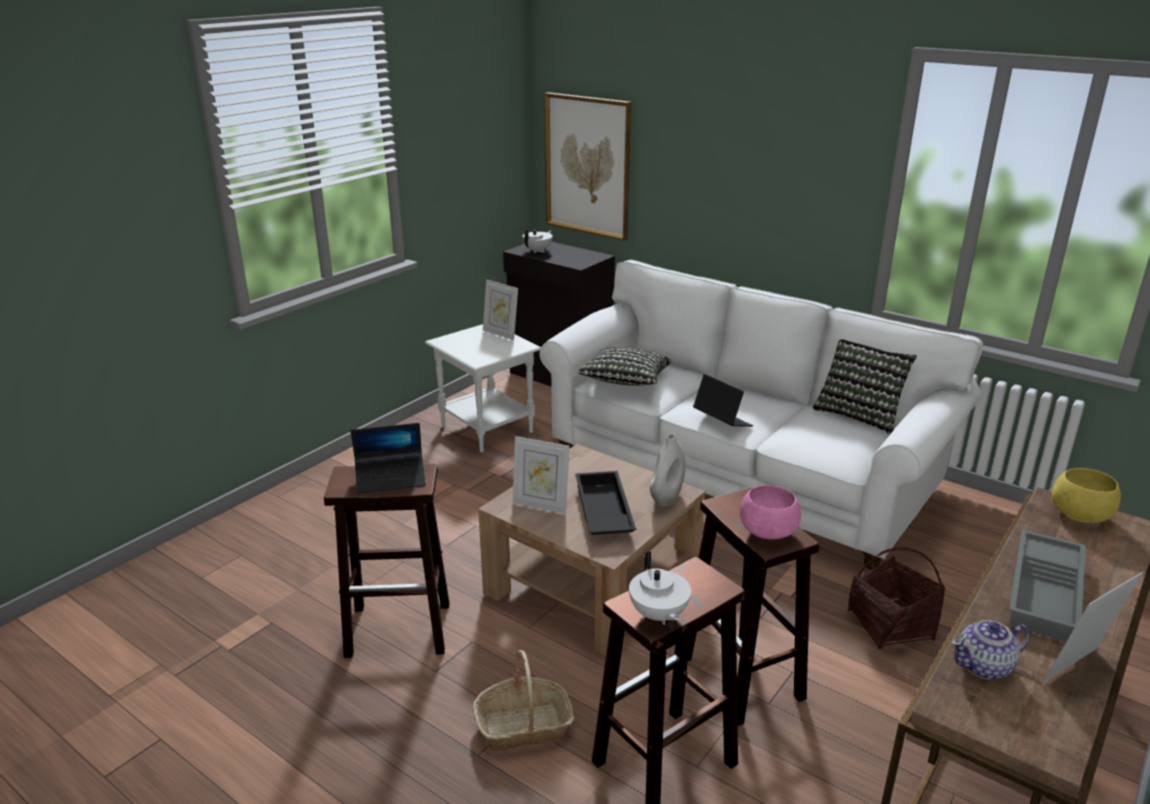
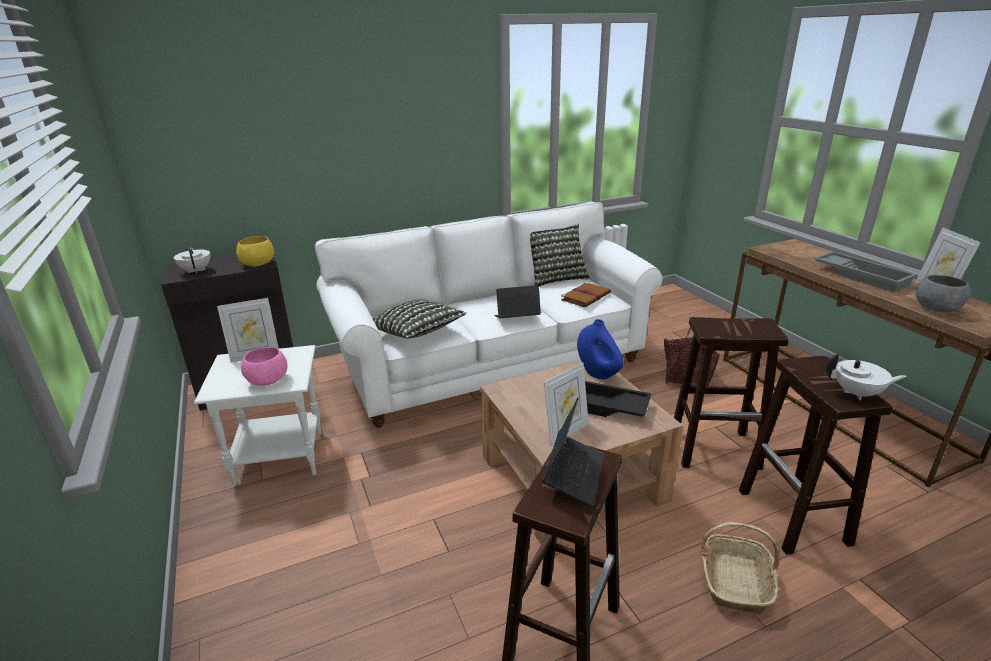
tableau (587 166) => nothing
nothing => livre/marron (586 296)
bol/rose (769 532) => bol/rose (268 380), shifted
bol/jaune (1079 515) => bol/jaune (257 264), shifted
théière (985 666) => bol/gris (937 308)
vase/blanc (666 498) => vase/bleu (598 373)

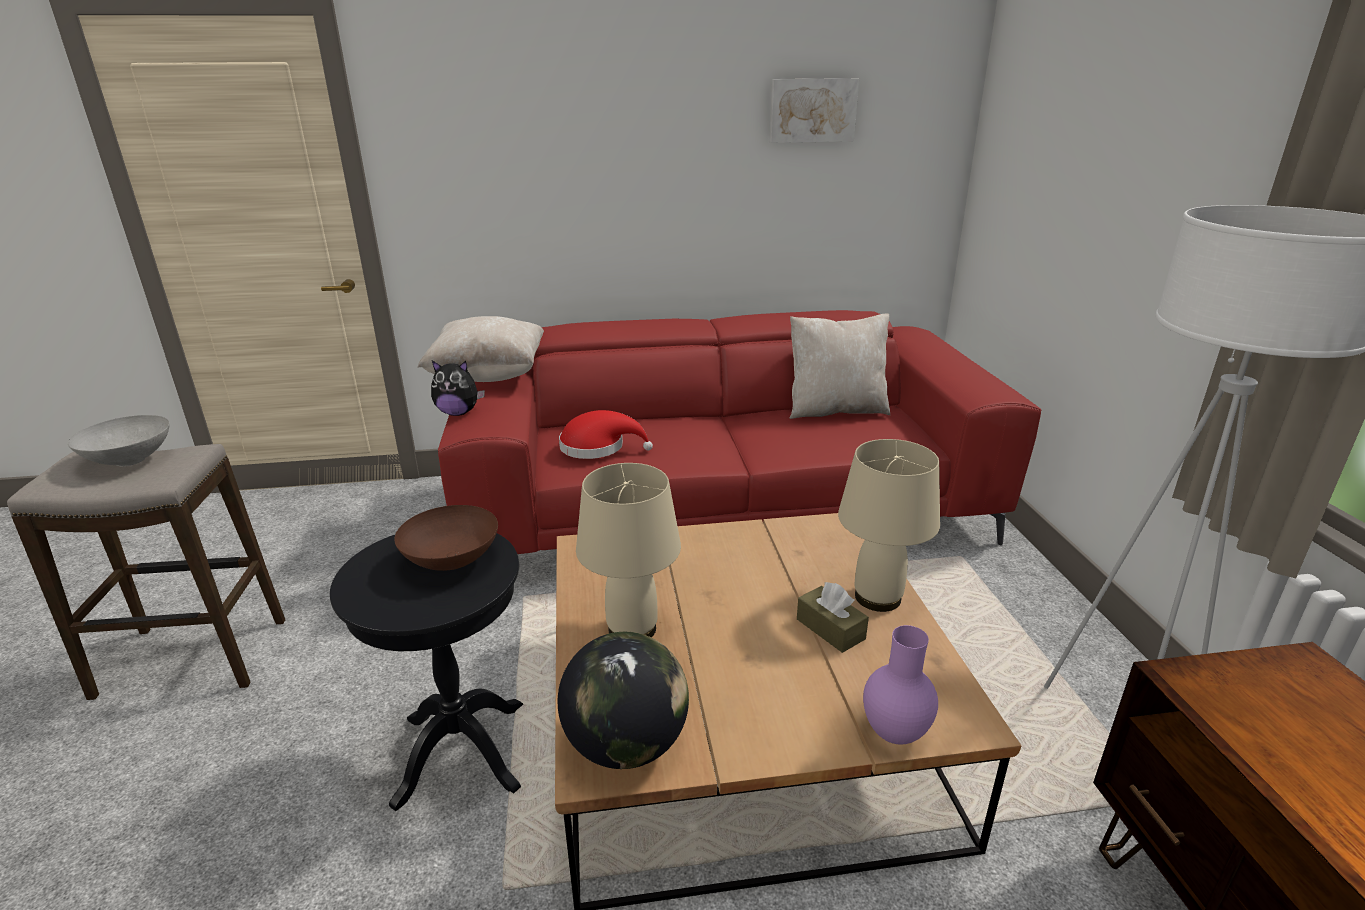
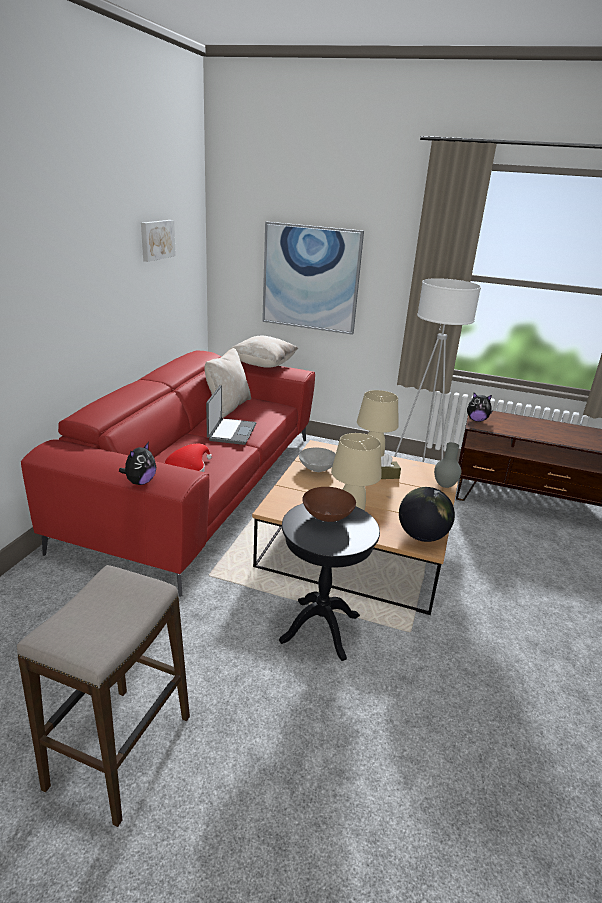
nothing => ordinateur portable (231 432)
nothing => tableau (310 278)
nothing => peluche (476 420)
bol/gris (129 461) => bol/gris (318 469), shifted
coussin/beige (489 376) => coussin/beige (263 365), shifted
vase/violet (893 734) => vase/gris (444 486)

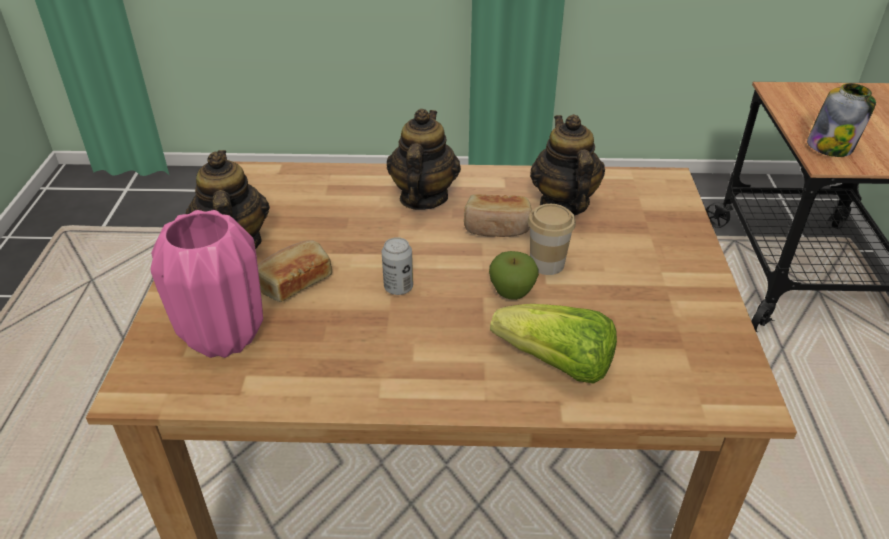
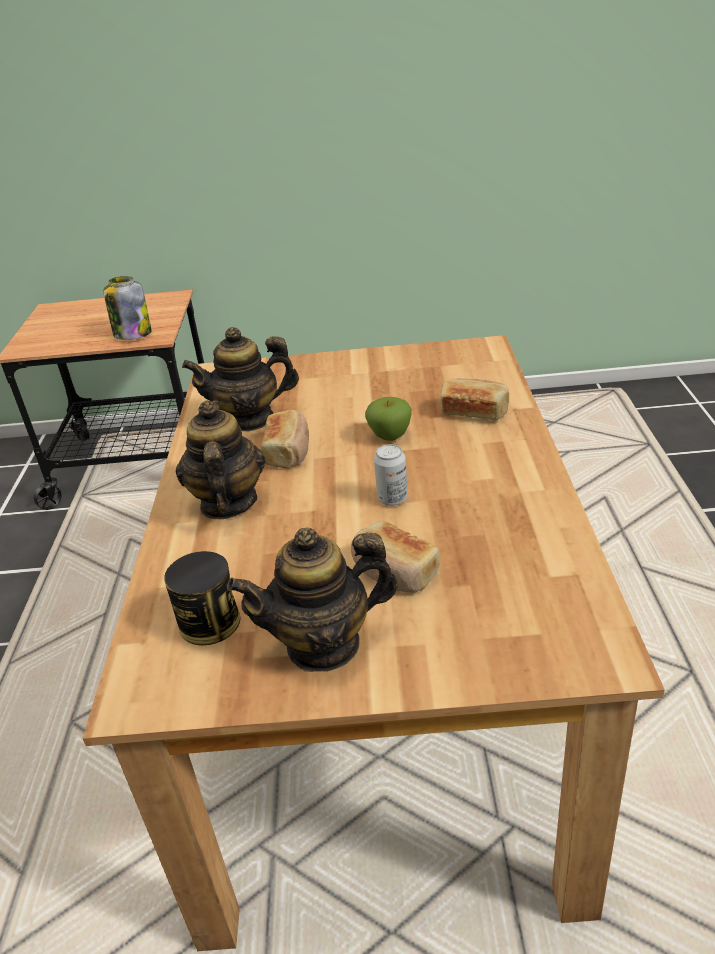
vase/rose (225 338) => nothing
tasse (547 264) => nothing
nothing => boîte métallique (209 622)
laitue (556 364) => pain (474 411)
théière (423 198) => théière (227 503), 75 degrees clockwise

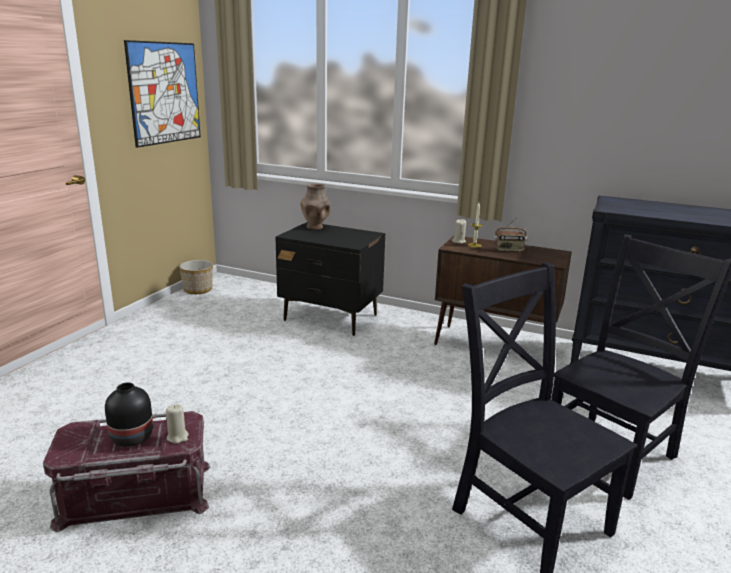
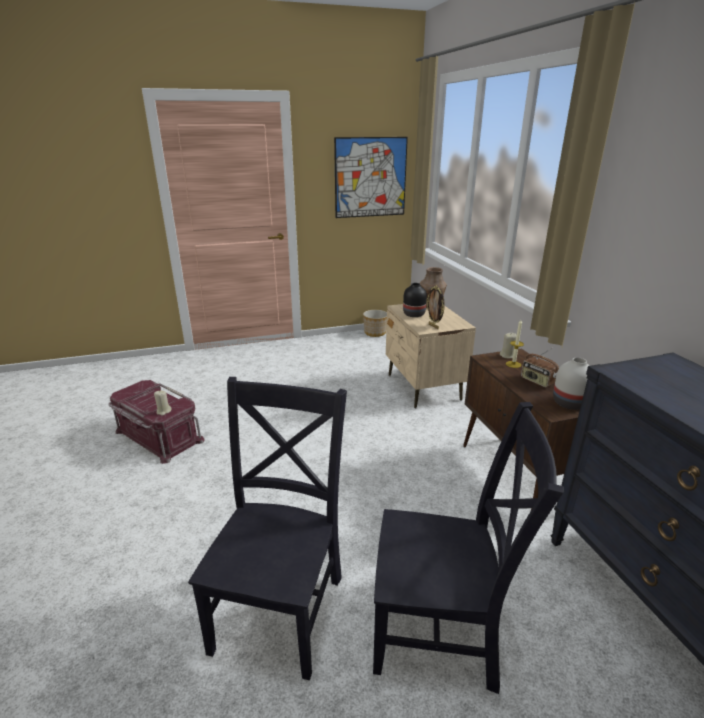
nothing => cadre photo (434 326)
nothing => vase/blanc (569 402)
vase/noir (132 437) => vase/noir (414 314), shifted
table de chevet/noir (331 318) => table de chevet/beige (423 387)

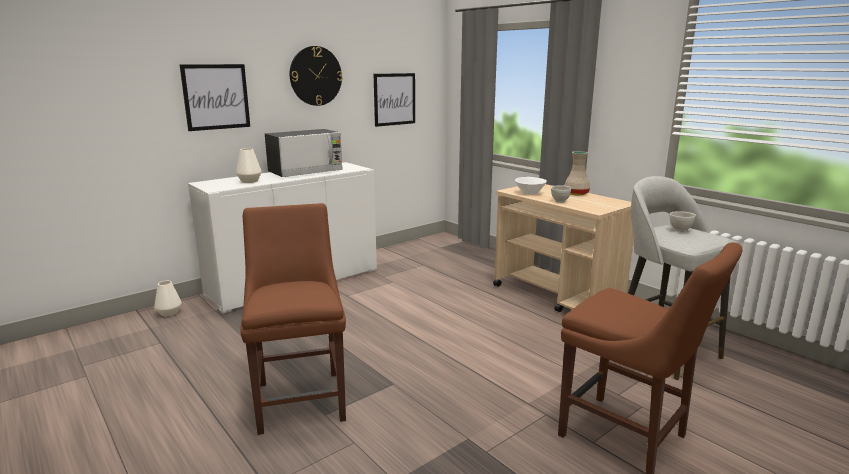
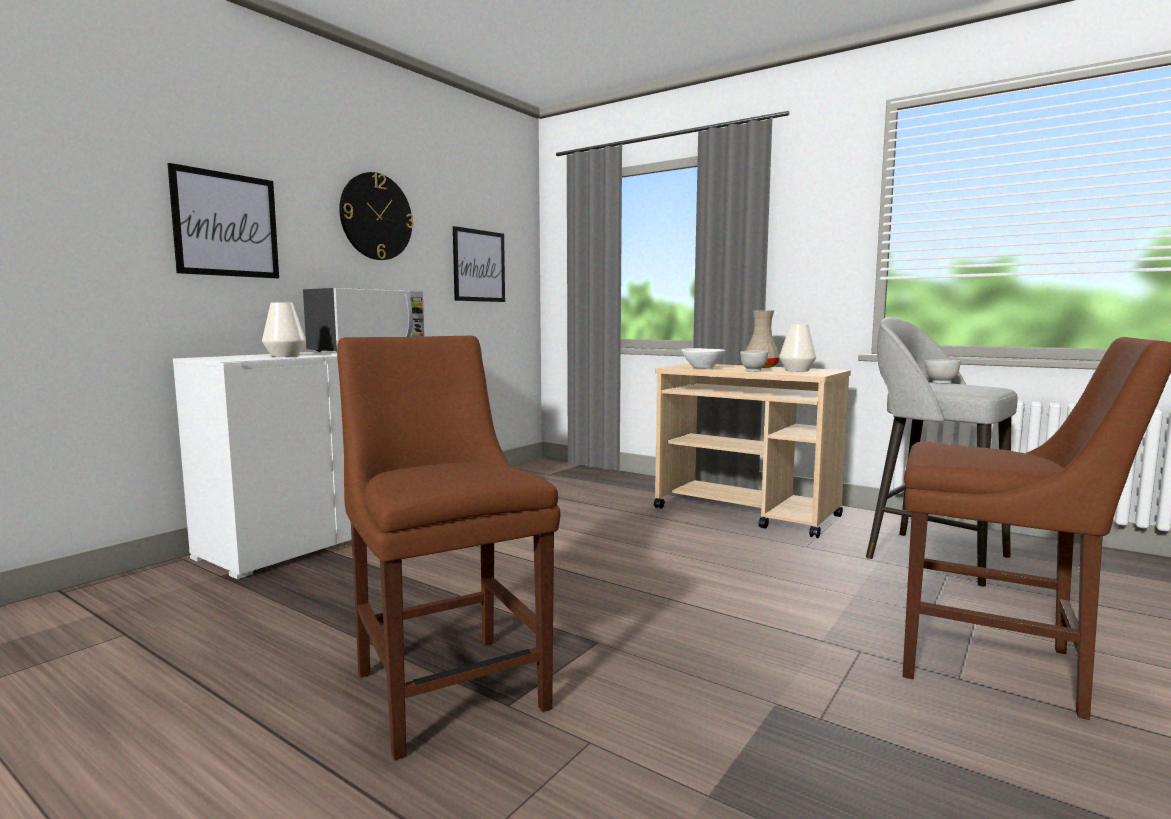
vase/blanc (169 313) => vase/blanc (797 370), shifted

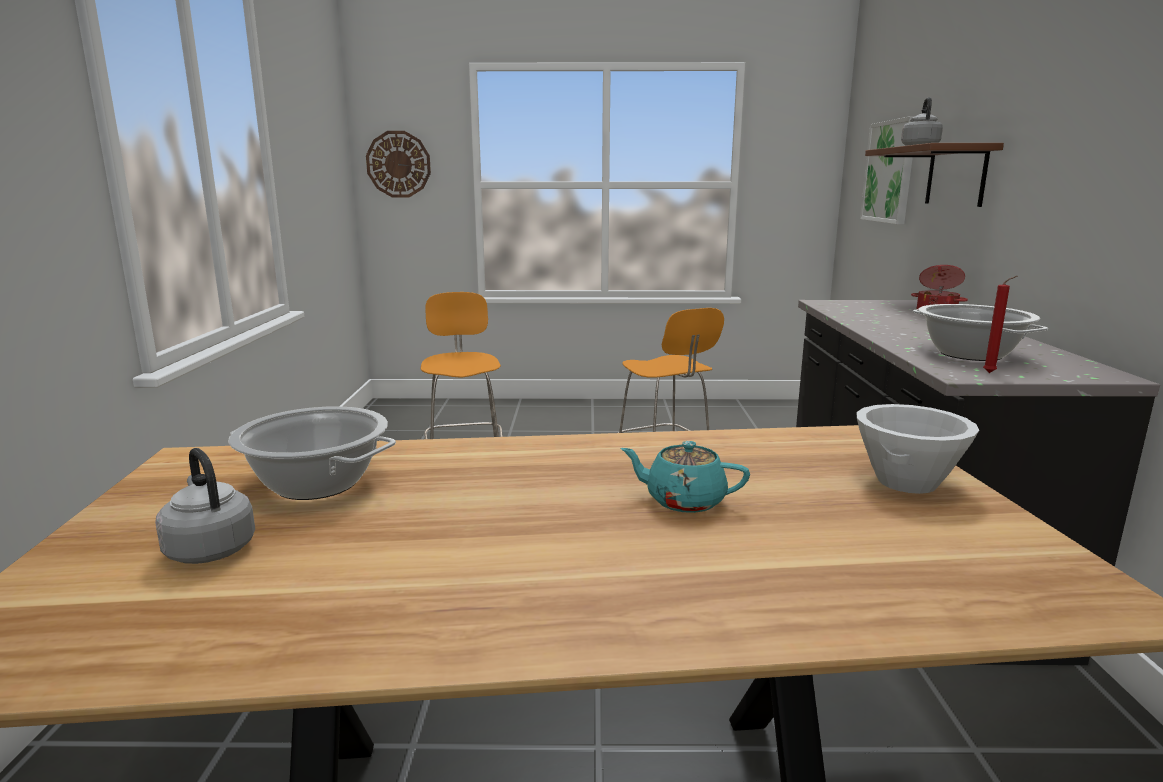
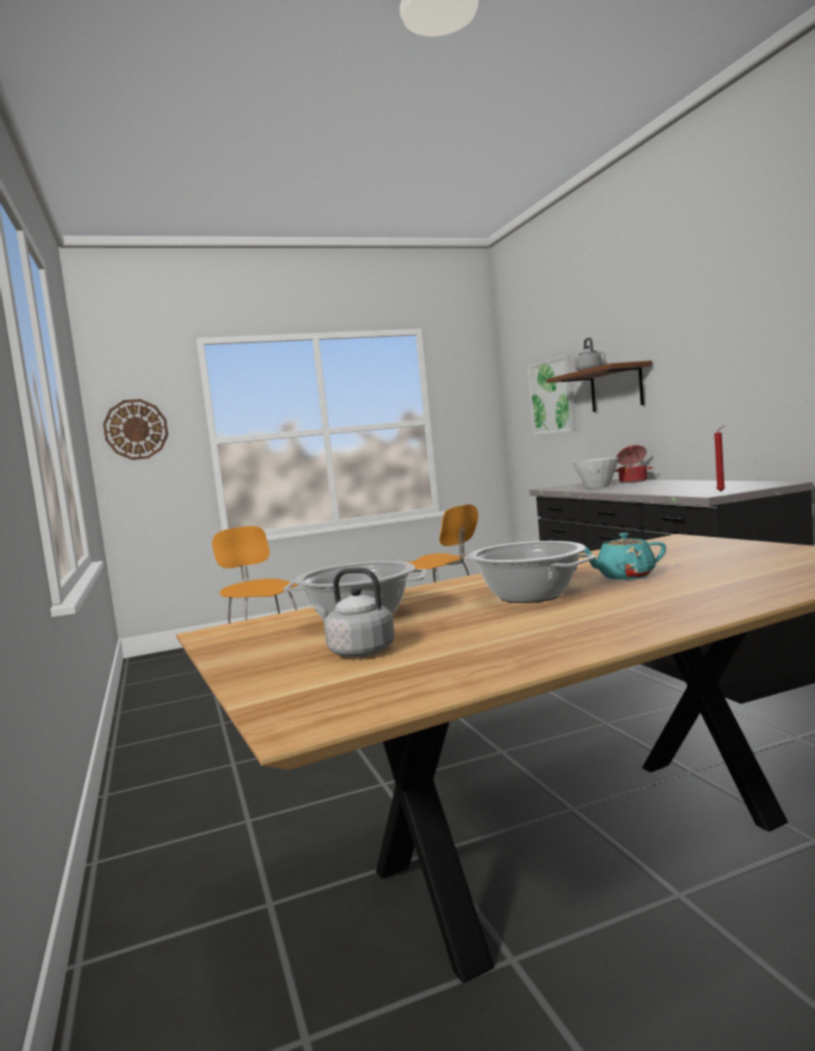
bol/blanc (905 482) => bol/blanc (597 486), shifted
marmite (971 354) => marmite (530 595), shifted

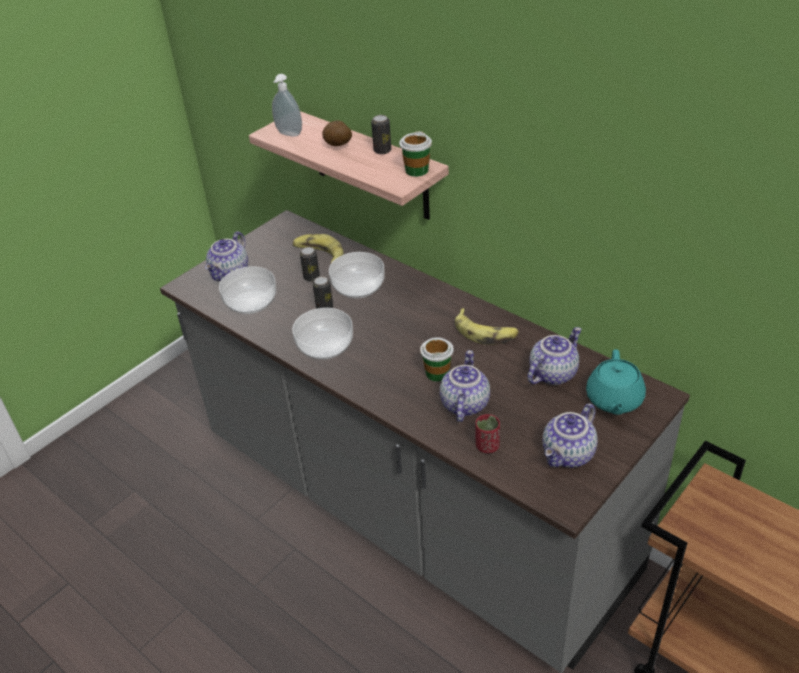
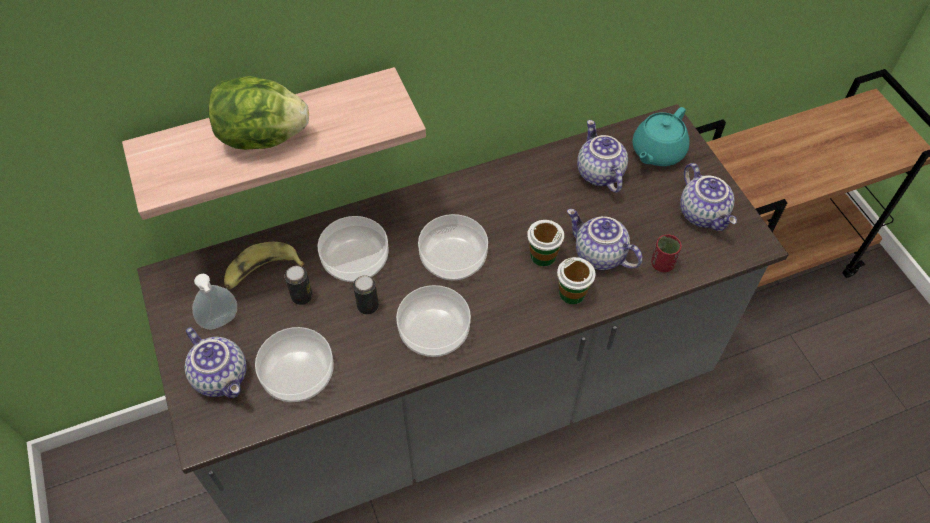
boîte métallique (382 150) => nothing
banane (485 333) => nothing
nothing => bol (454 258)
distributeur de savon (288 134) => distributeur de savon (221 323), shifted
tasse (416 170) => tasse (572 293), shifted
pomme de terre (338 146) => laitue (262 137)
théière/turquoise (614 400) => théière/turquoise (657 152), 90 degrees clockwise

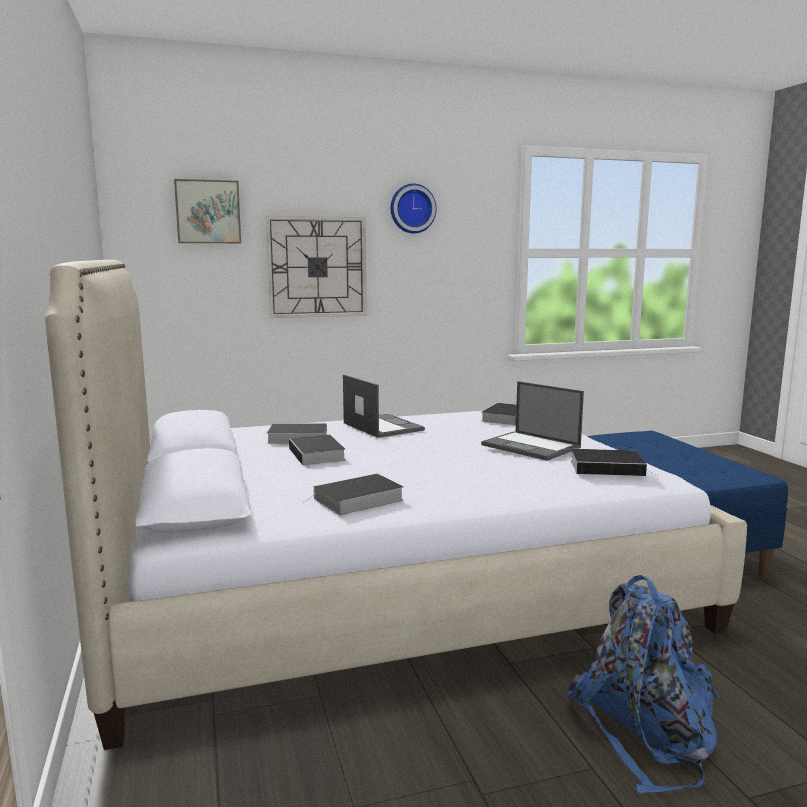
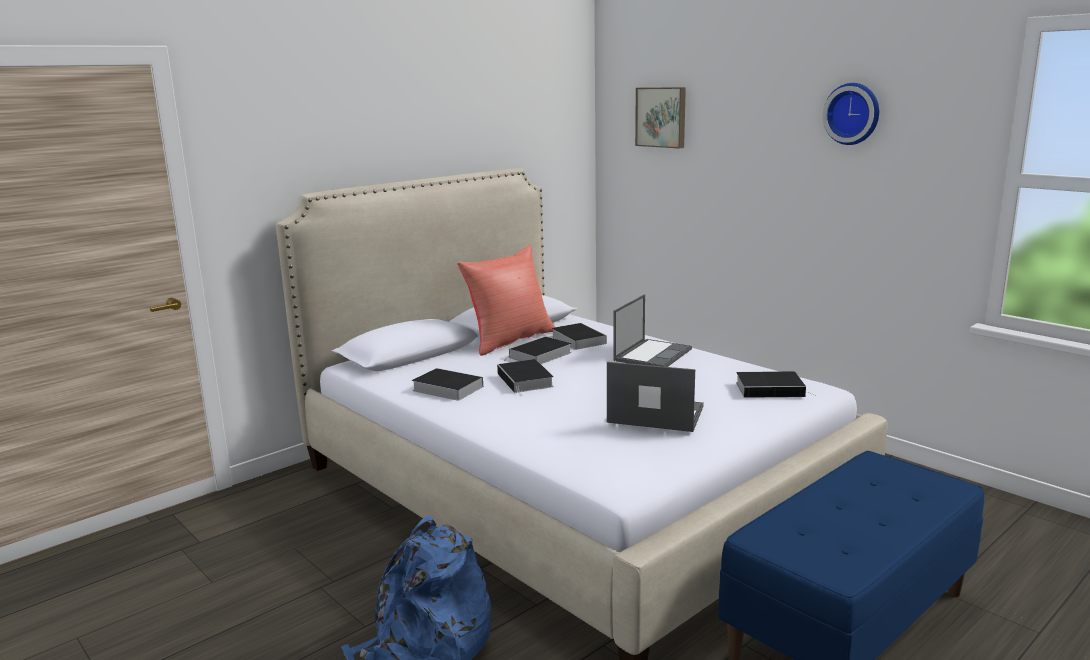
horloge murale (317 267) => nothing
nothing => coussin/rouge (509 340)
livre (609 467) => livre (526 381), shifted
ordinateur portable (532 446) => ordinateur portable (654 414), 90 degrees clockwise

